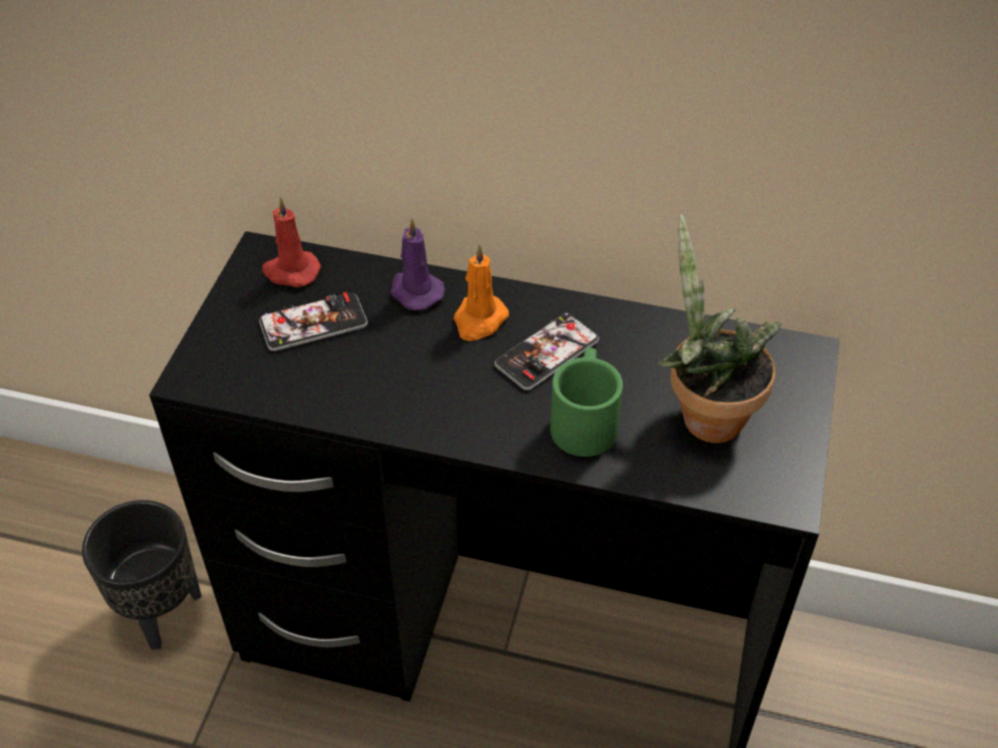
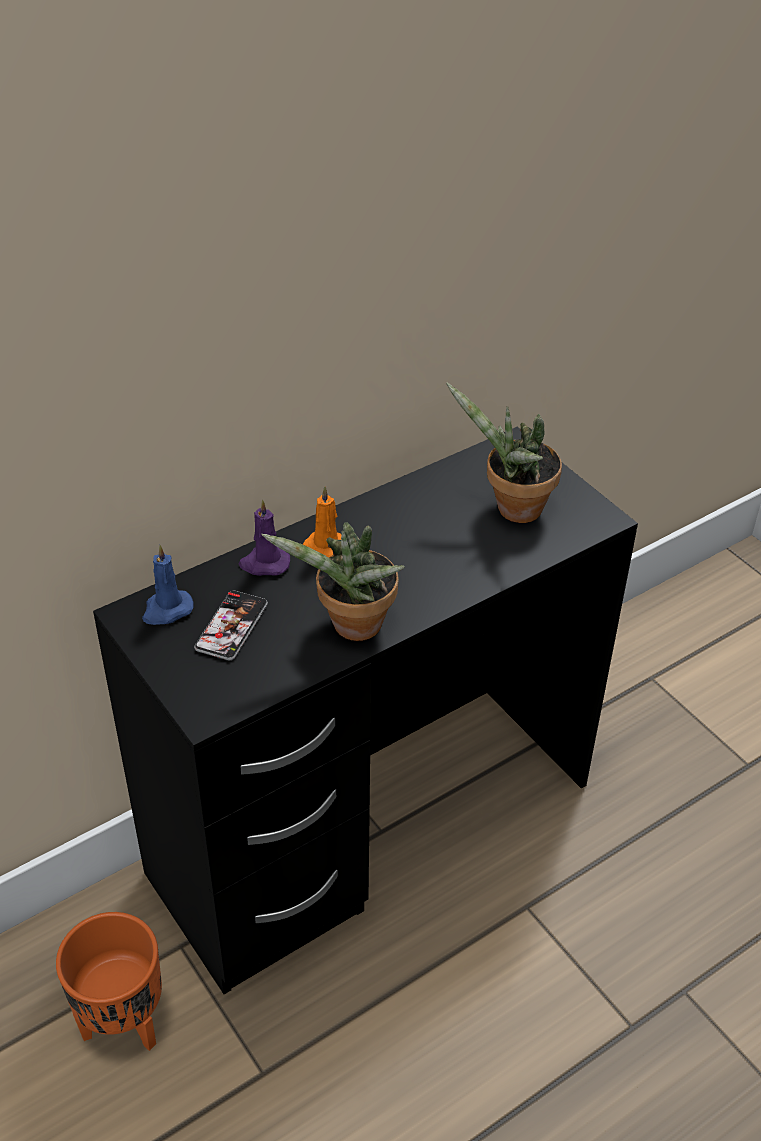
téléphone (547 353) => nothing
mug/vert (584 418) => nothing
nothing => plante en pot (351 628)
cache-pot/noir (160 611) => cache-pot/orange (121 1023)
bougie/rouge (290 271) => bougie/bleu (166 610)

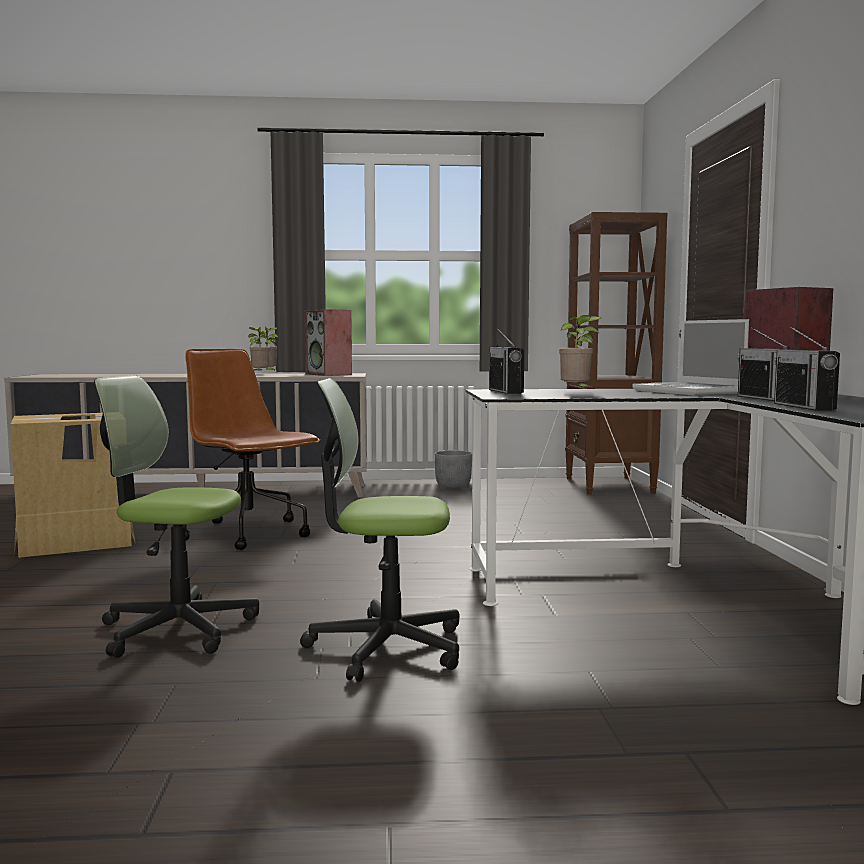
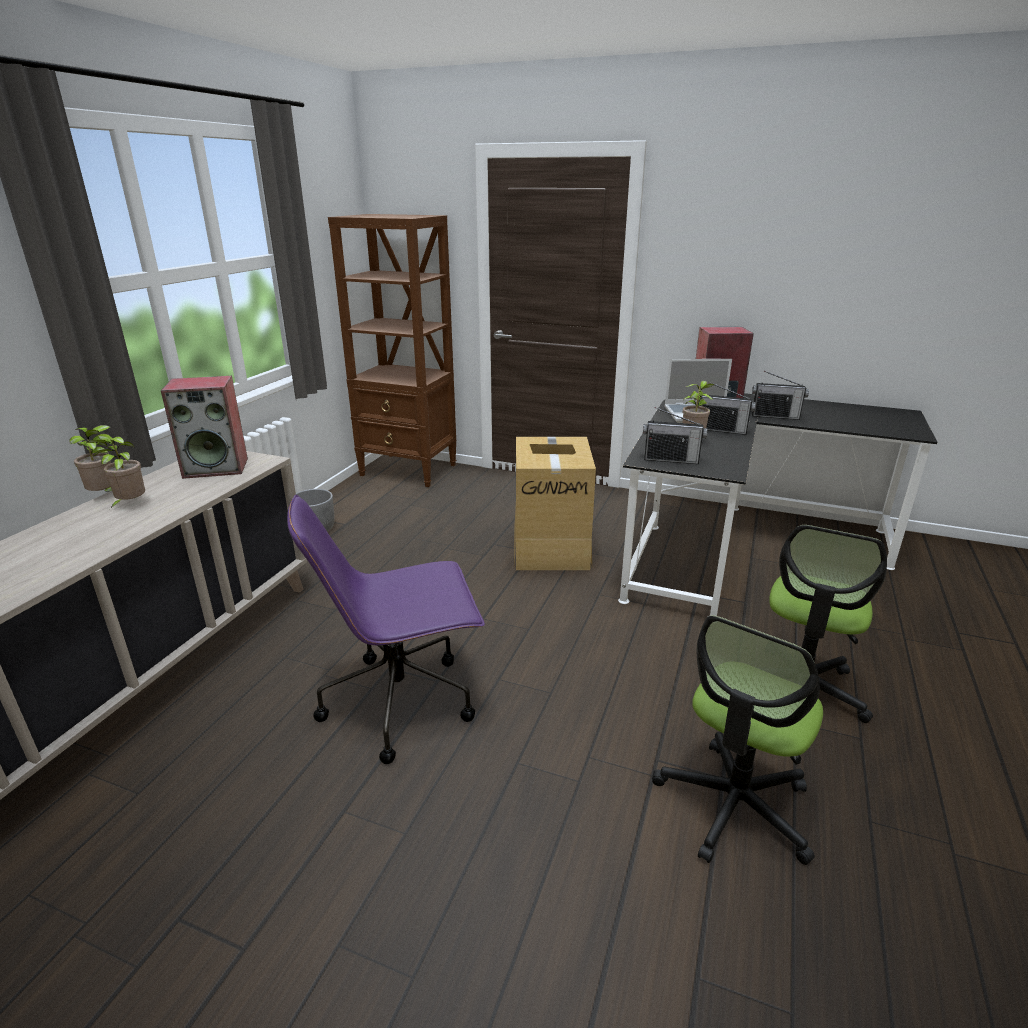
carton (75 541) => carton (551 547), shifted
radio (803 407) => radio (722 430), shifted
chaise de bureau/marron (249 534) => chaise de bureau/violet (402 701)

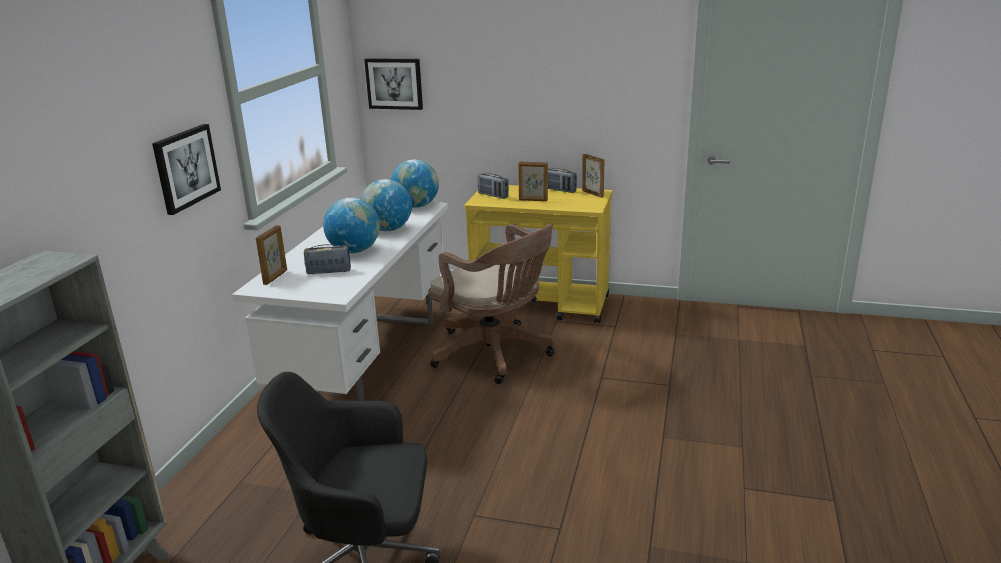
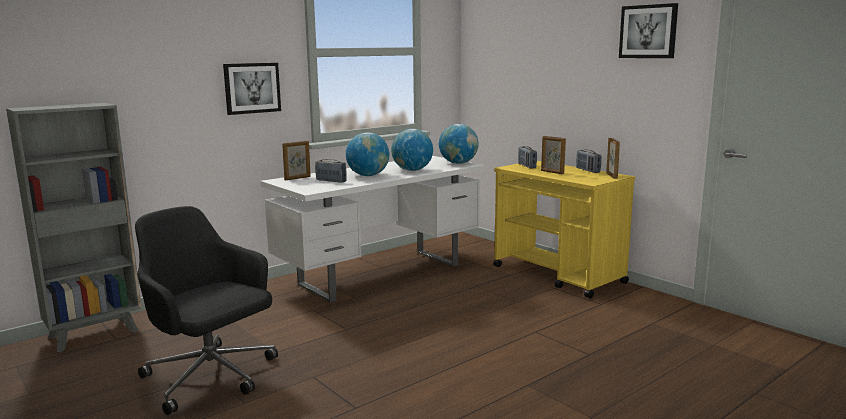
chaise de bureau/marron (495 354) => nothing
tableau (394 83) => tableau (648 31), shifted

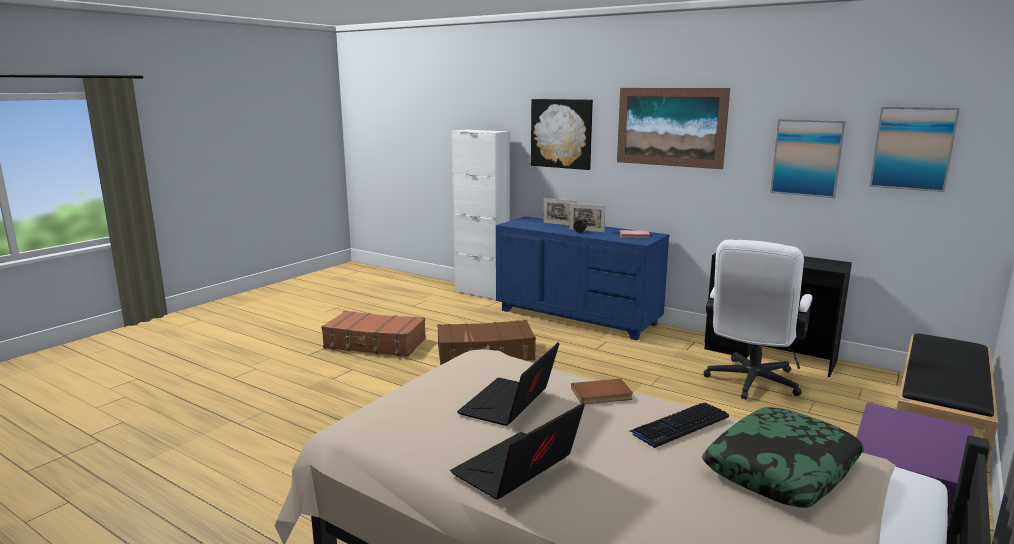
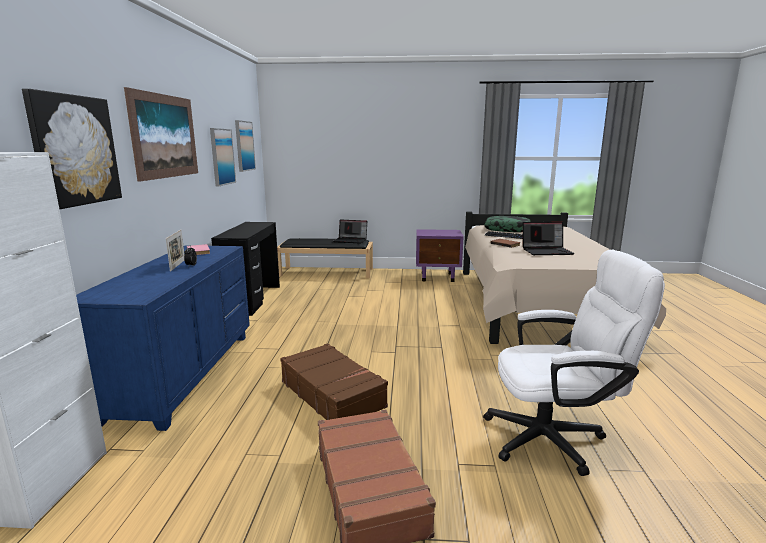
cadre photo (559 224) => nothing
ordinateur portable (516 470) => ordinateur portable (351 240), shifted
chaise de bureau/blanc (750 384) => chaise de bureau/blanc (555 438), shifted

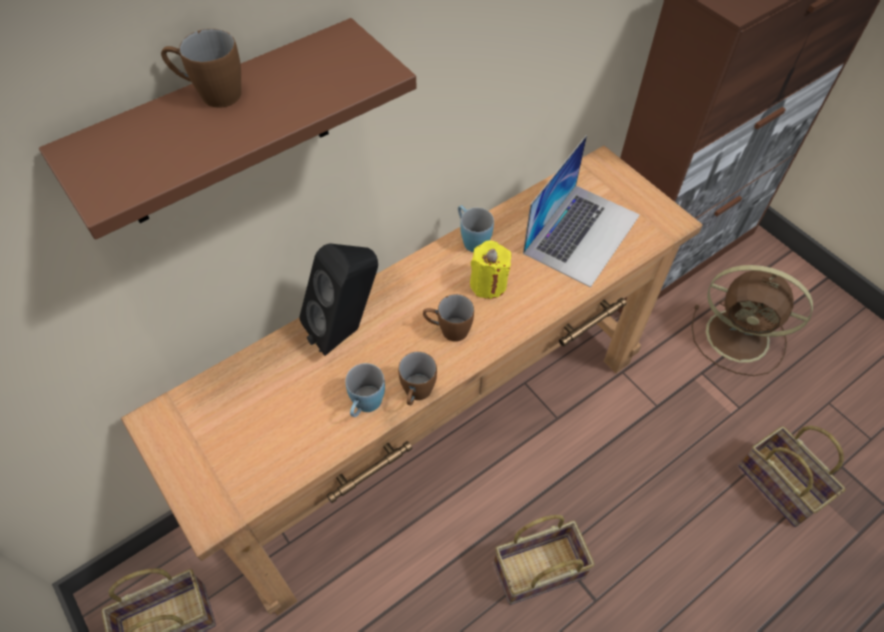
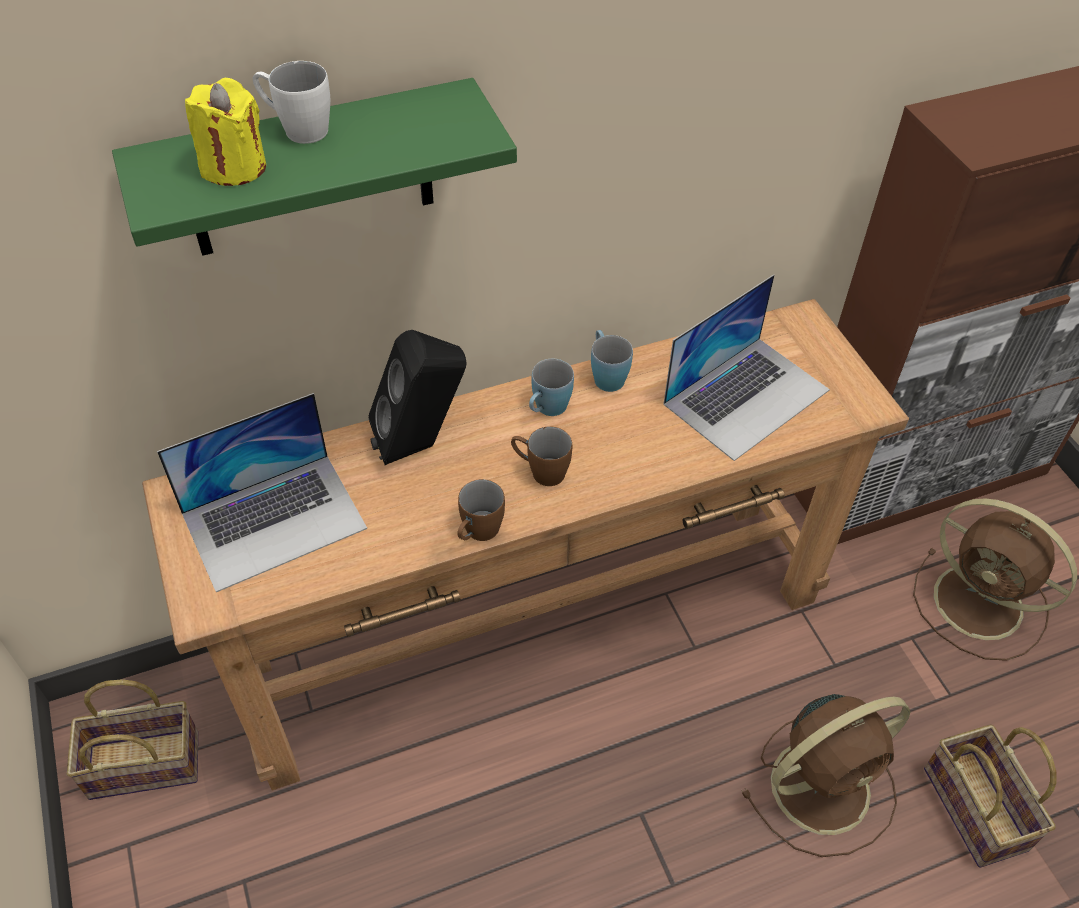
panier (537 573) => nothing
nothing => ordinateur portable (274 520)
nothing => ventilateur/marron (824 784)
mug/bleu (365 406) => mug/bleu (547 410), shifted
bougie/jaune (488 284) => bougie/jaune (234 167), shifted
étagère/marron (223 128) => étagère/vert (310 171)
mug/marron (211 94) => mug/blanc (297 129)

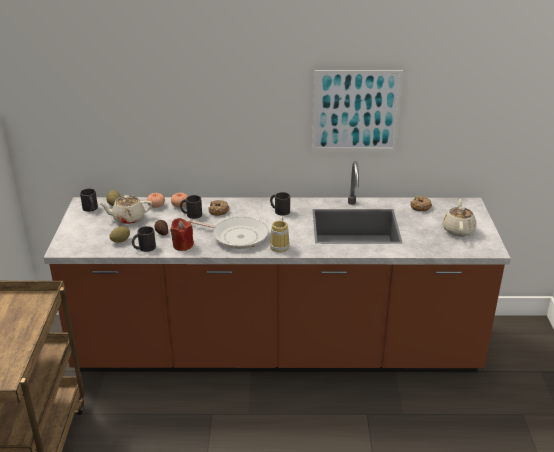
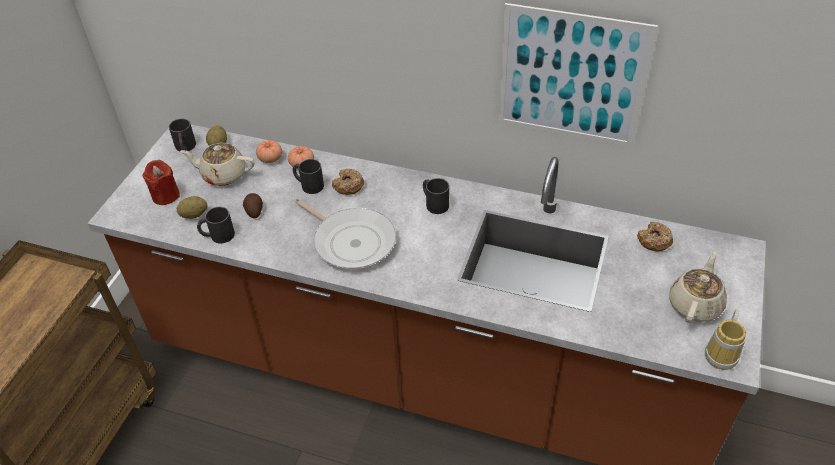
bougie/rouge (182 245) => bougie/rouge (165 195), shifted
mug (281 246) => mug (723 354), shifted

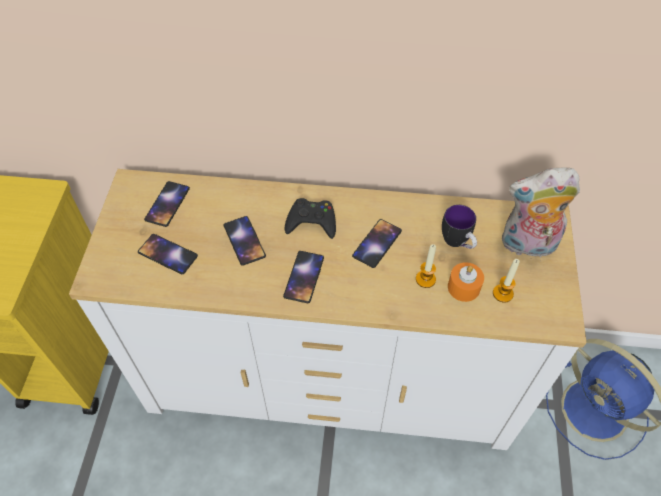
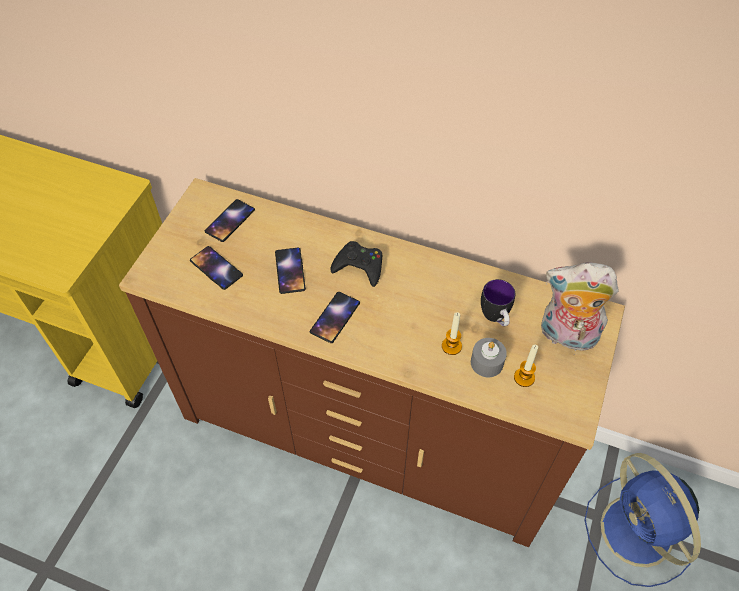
téléphone (377 243) => nothing
commode/blanc (330 376) => commode/marron (370 427)
bougie/orange (463 287) => bougie/gris (486 363)

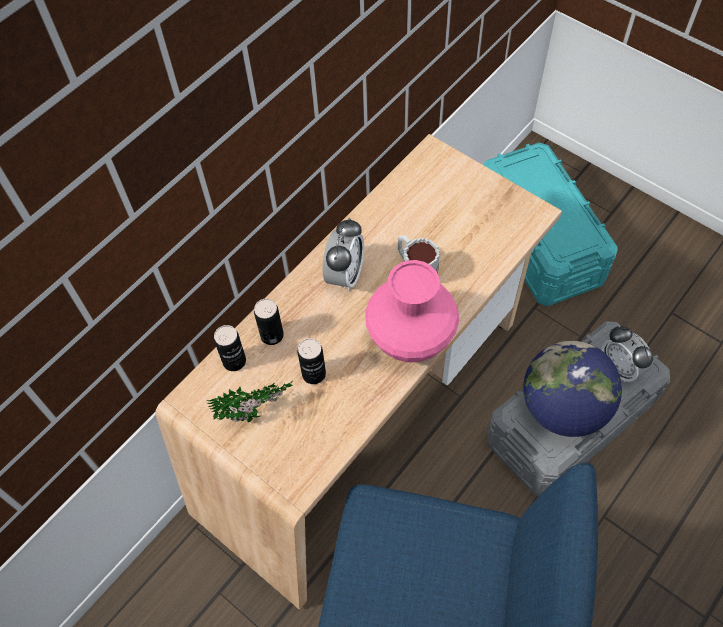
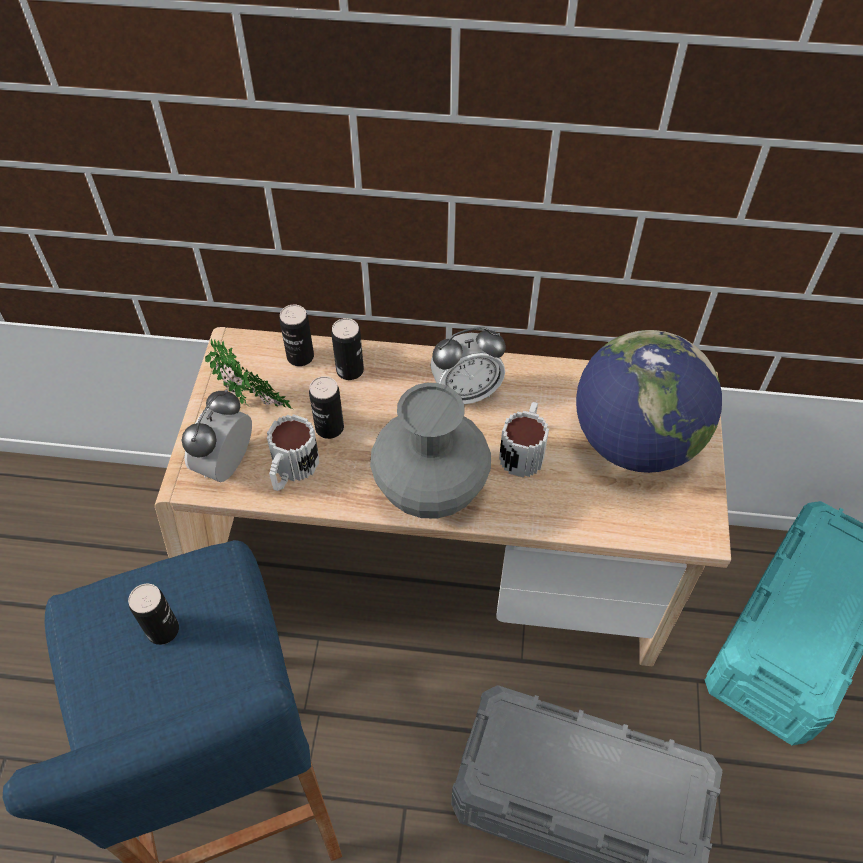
nothing => boîte métallique (163 630)
nothing => mug (291 470)
globe (563 408) => globe (635 442), shifted
réveil (620 367) => réveil (226 464), shifted
vase/rose (410 340) => vase/gris (429 492)

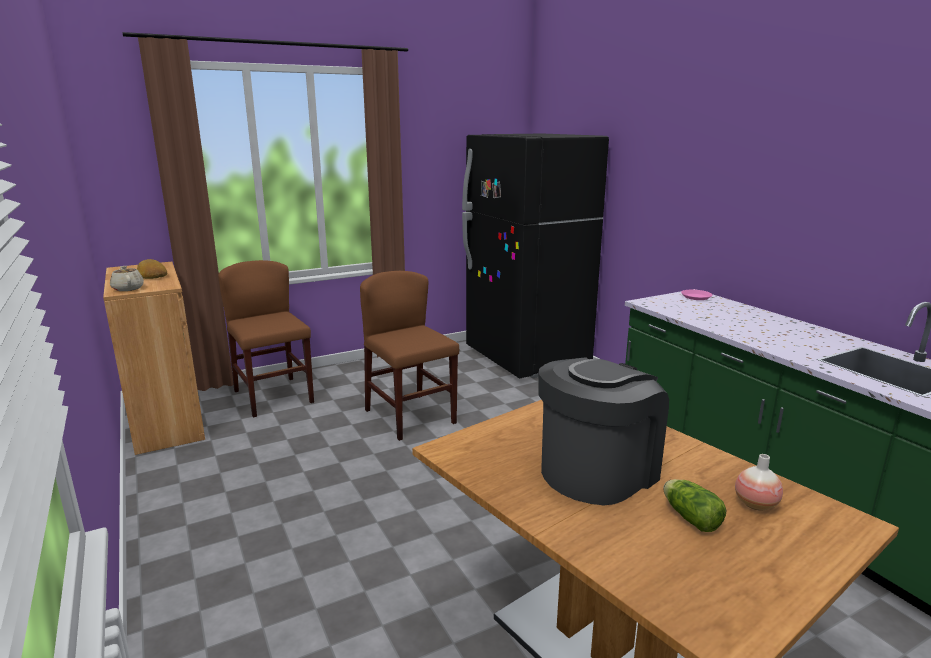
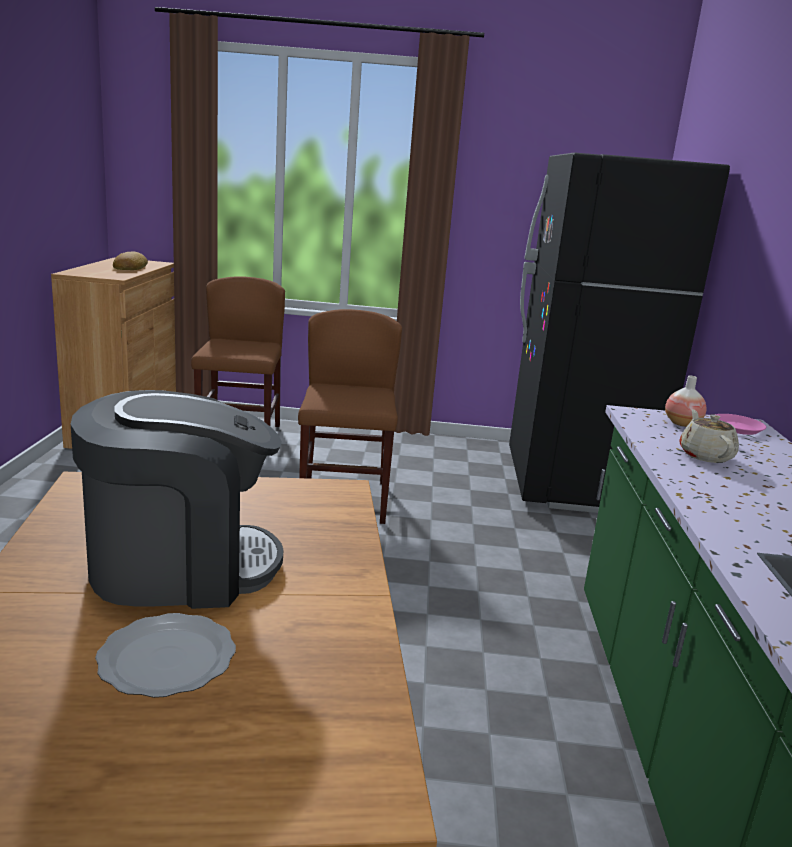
théière/beige (128 288) => théière/beige (705 455), shifted
vase (755 504) => vase (682 424), shifted
laitue (689 516) => assiette (165 659)

